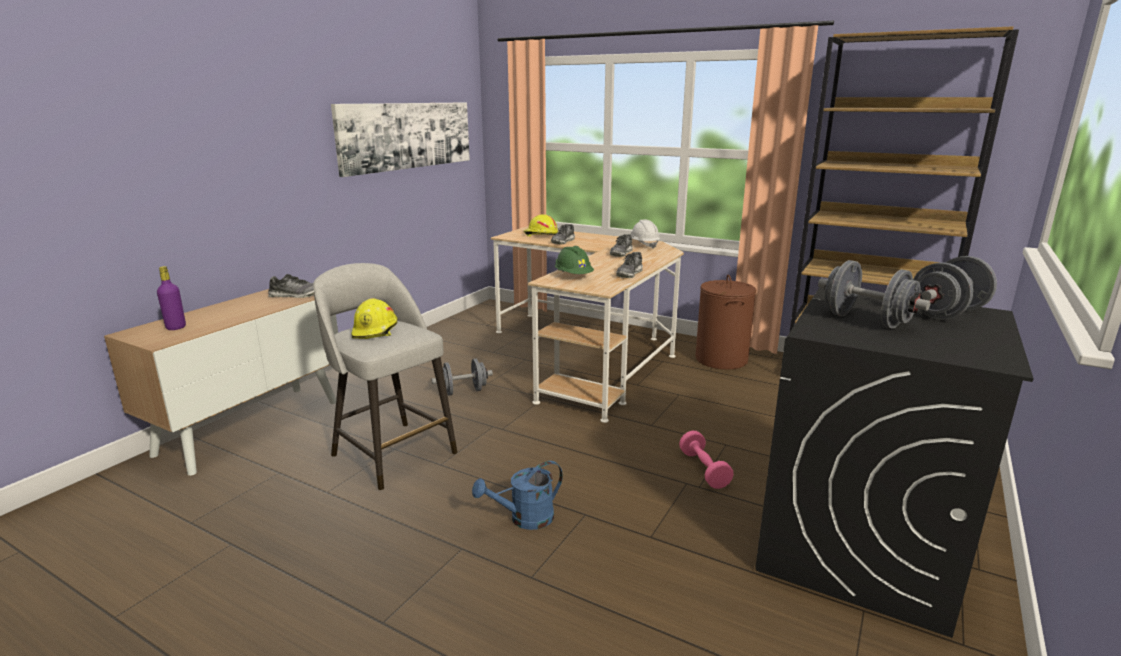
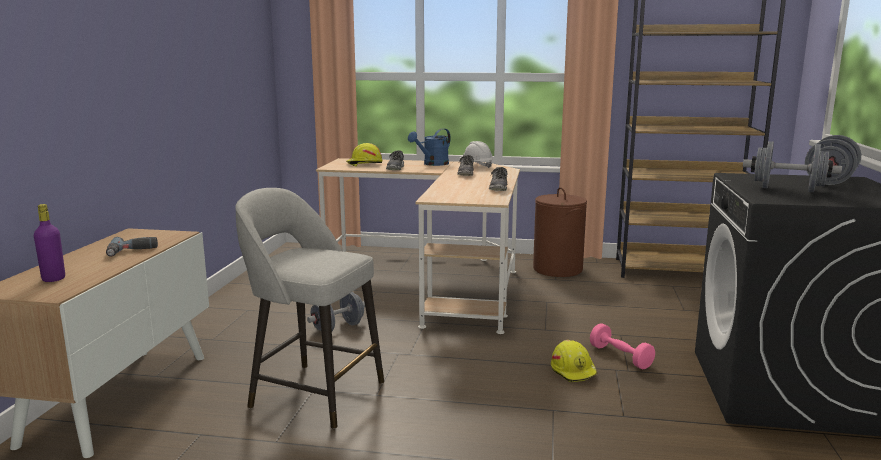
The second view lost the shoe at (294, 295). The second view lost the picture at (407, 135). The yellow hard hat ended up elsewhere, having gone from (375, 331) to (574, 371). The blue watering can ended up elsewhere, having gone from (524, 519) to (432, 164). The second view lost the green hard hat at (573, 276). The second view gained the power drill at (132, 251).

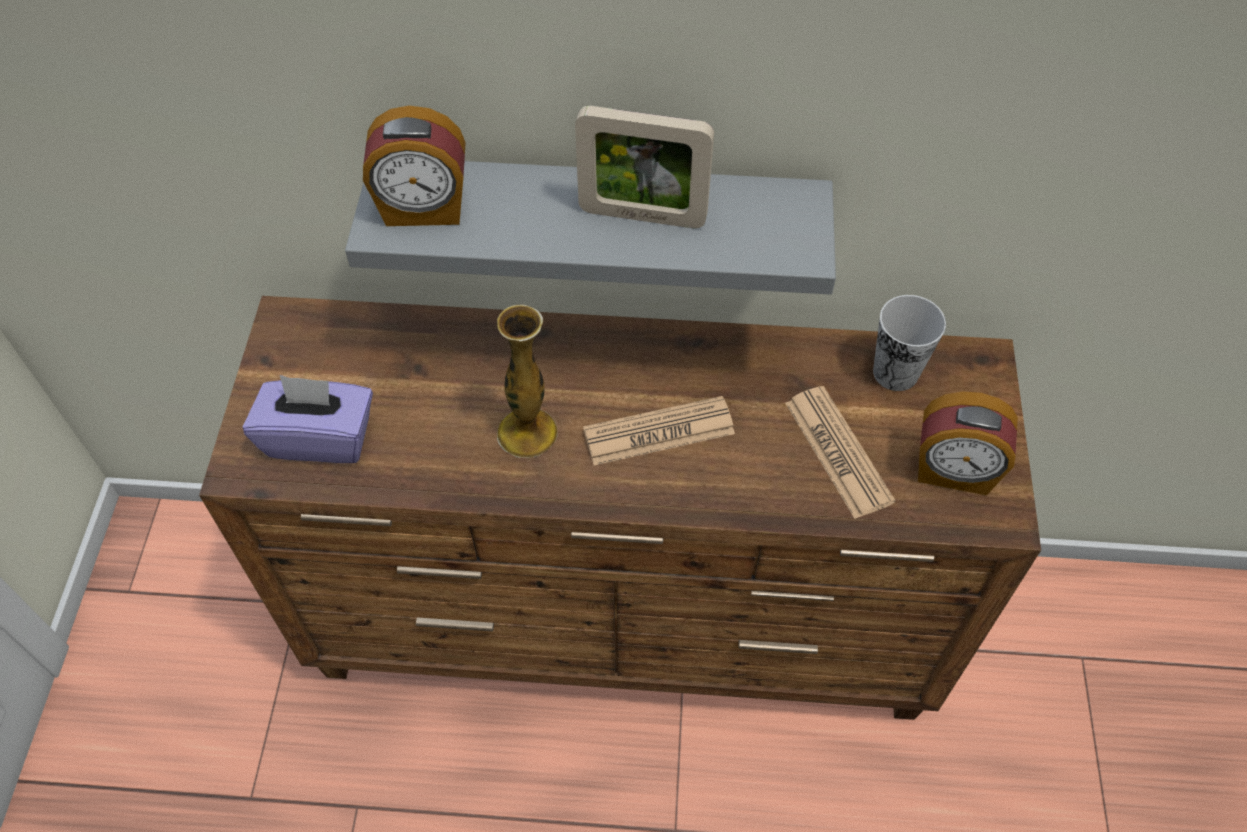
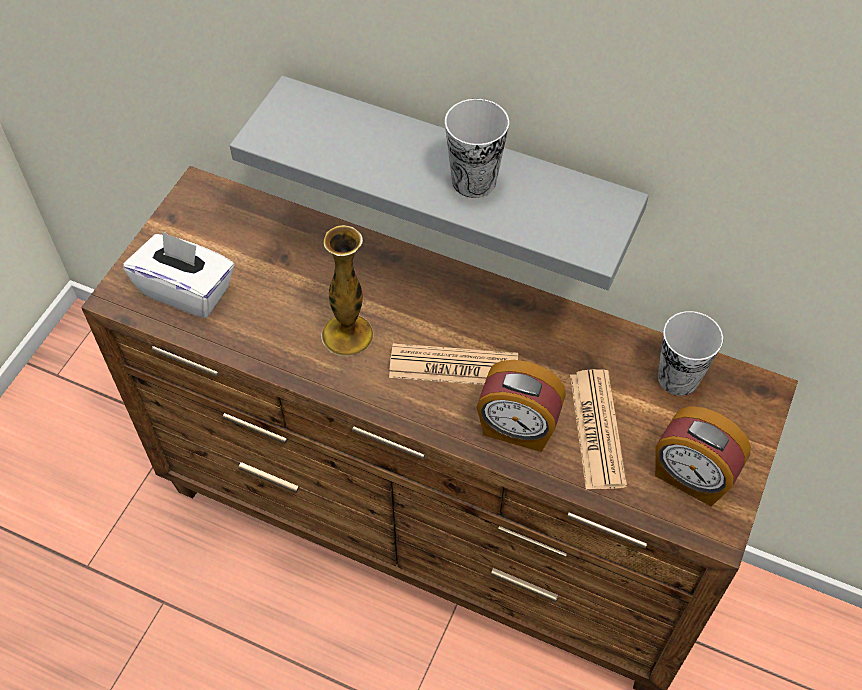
What was the purple tissue box at (320, 437) turned into the white tissue box at (187, 290). The alarm clock ended up elsewhere, having gone from (424, 209) to (517, 428). Where the picture frame stood at (642, 215), the cup came to stand at (474, 181).

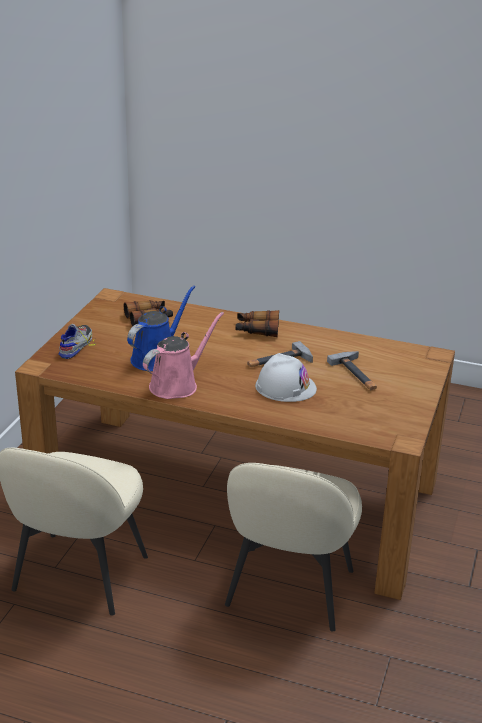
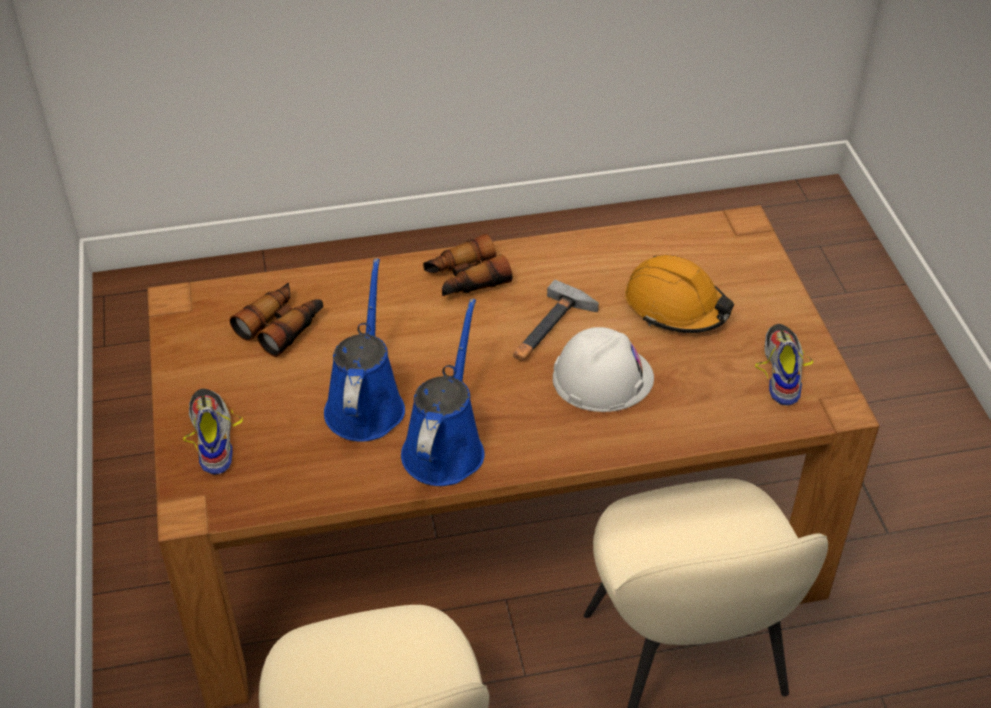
What was the pink watering can at (177, 385) turned into the blue watering can at (445, 446). Where the hammer stood at (357, 374), the orange hard hat came to stand at (676, 307). The second view gained the shoe at (782, 369).

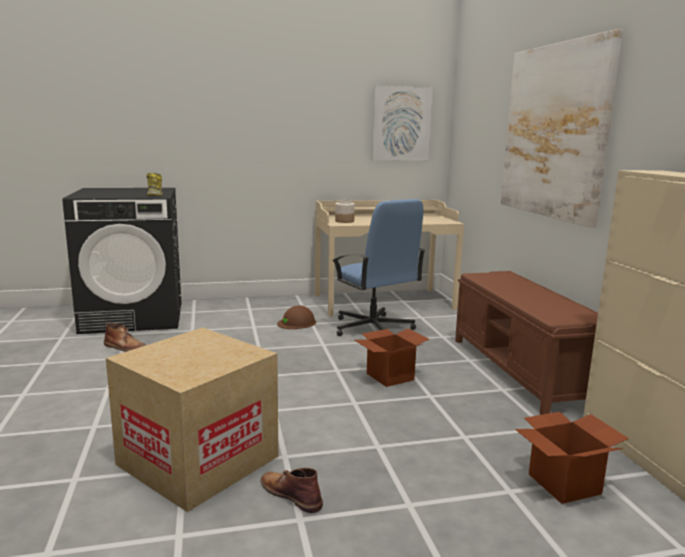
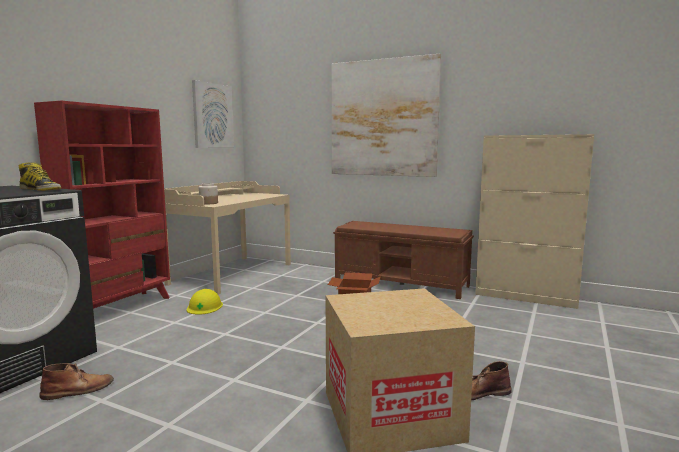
What was the brown hard hat at (297, 323) turned into the yellow hard hat at (204, 307). The second view lost the blue office chair at (373, 329). The second view lost the cardboard box at (564, 484). The second view gained the red bookcase at (120, 308).

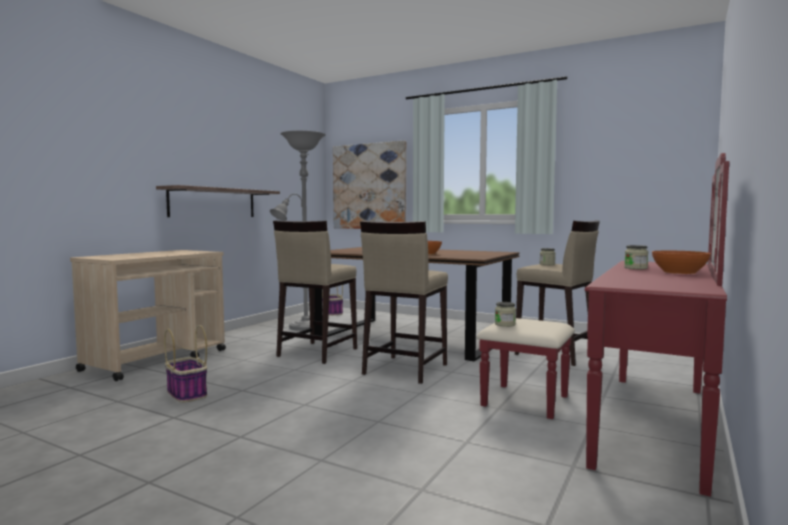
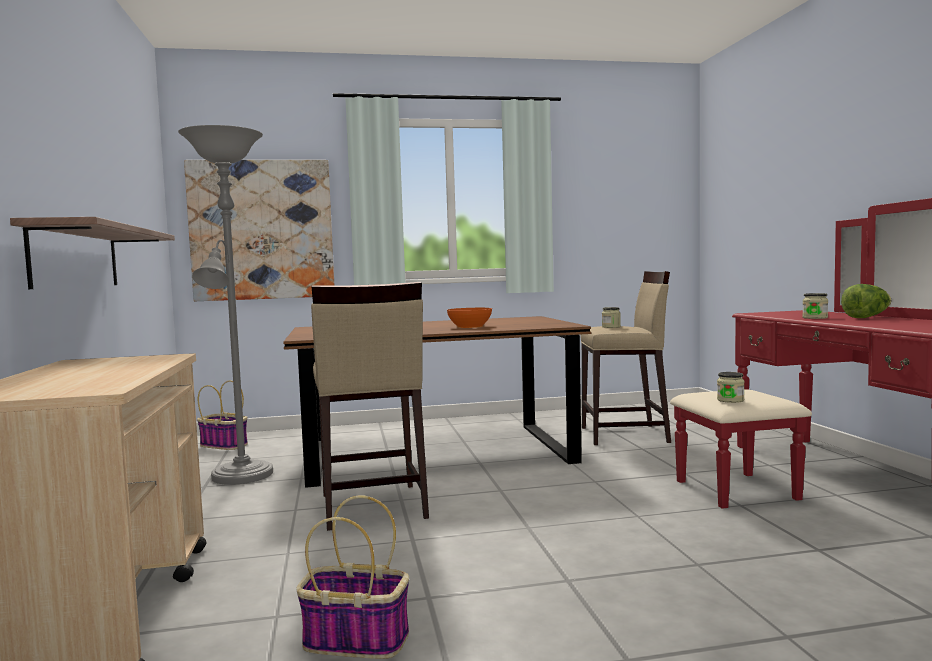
The second view lost the beige stool at (404, 369). Where the orange bowl stood at (678, 272), the lettuce came to stand at (866, 317).

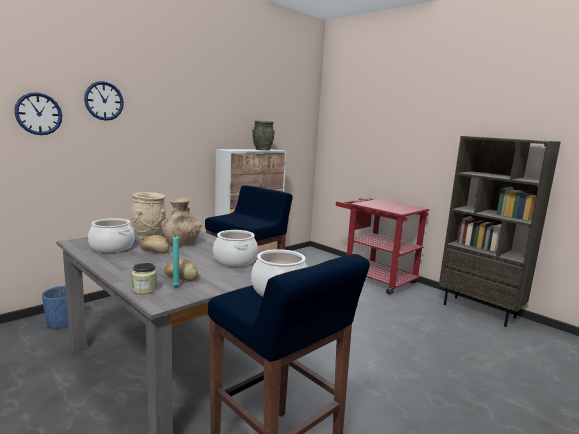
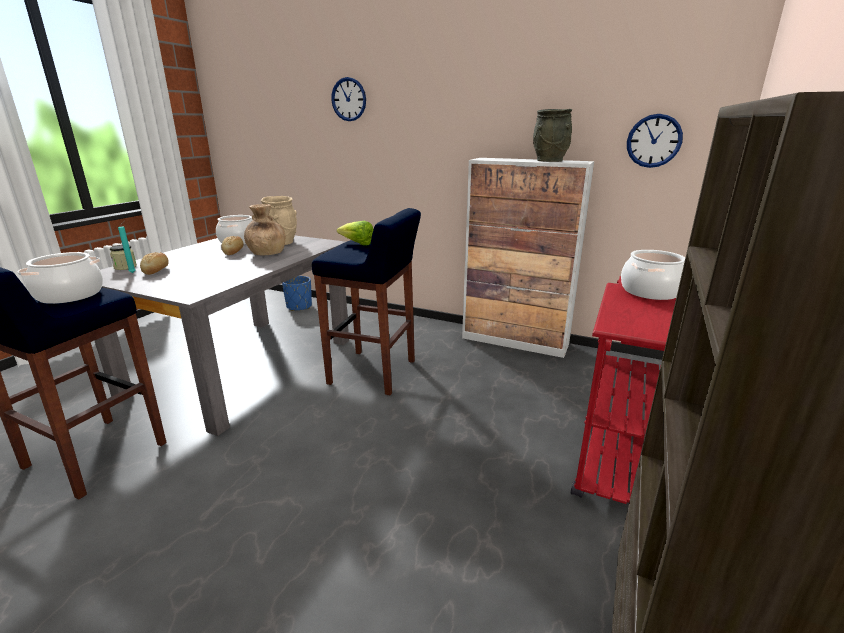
The wall clock ended up elsewhere, having gone from (38, 114) to (654, 141). The cooking pot ended up elsewhere, having gone from (235, 260) to (650, 291). The second view gained the lettuce at (357, 244).

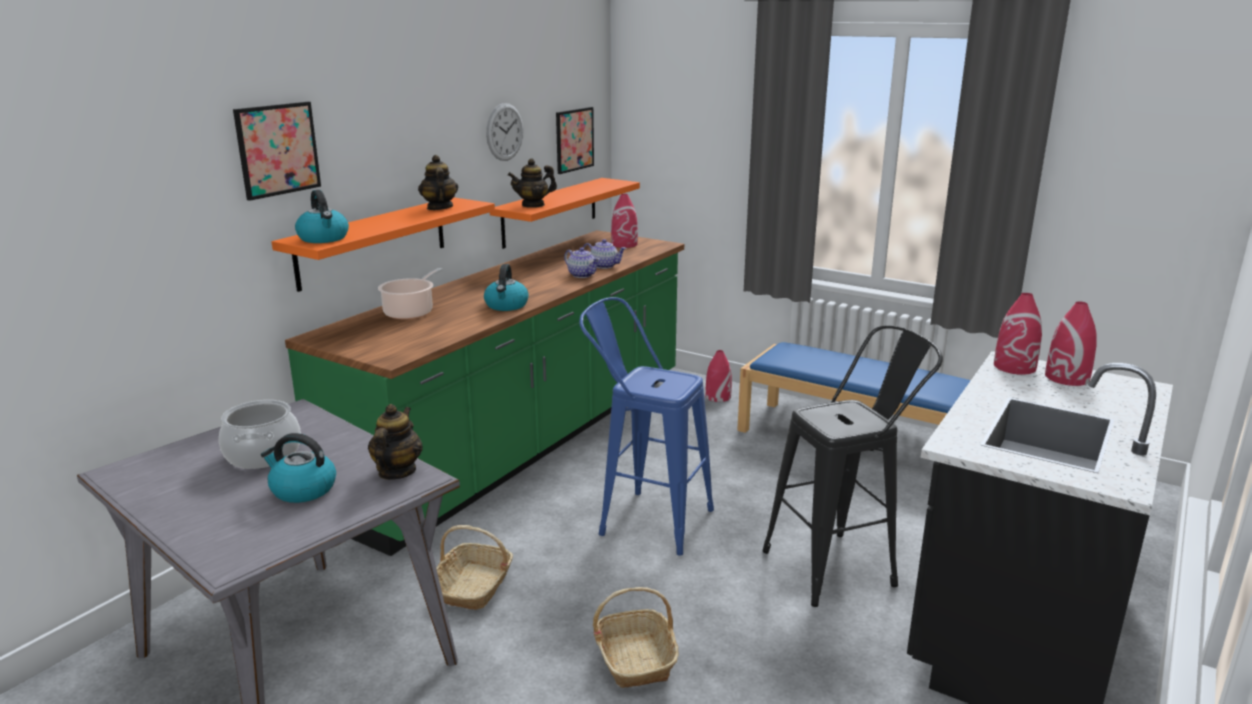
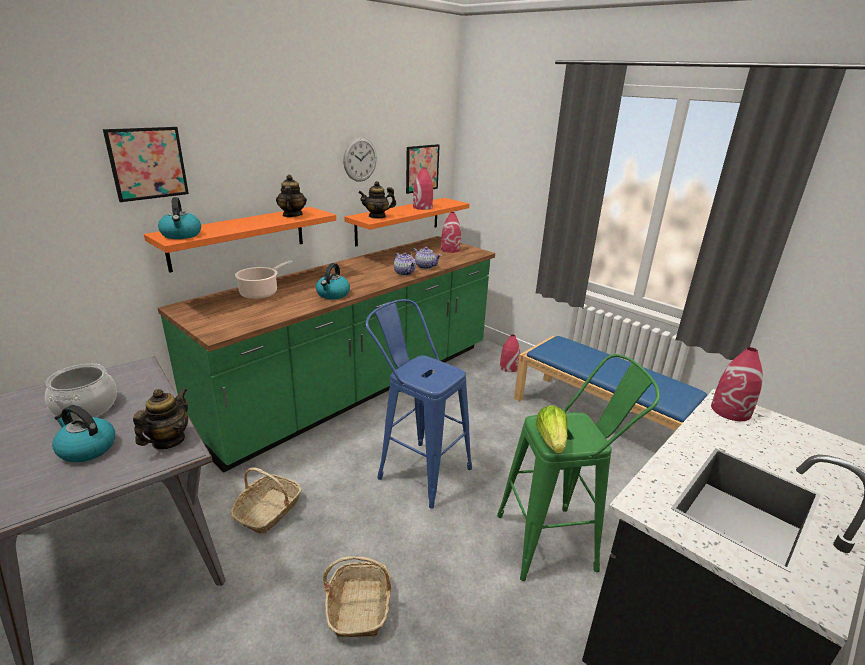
What was the black stool at (841, 566) turned into the green stool at (557, 541). The red vase ended up elsewhere, having gone from (1067, 378) to (422, 207). The second view gained the lettuce at (551, 441).

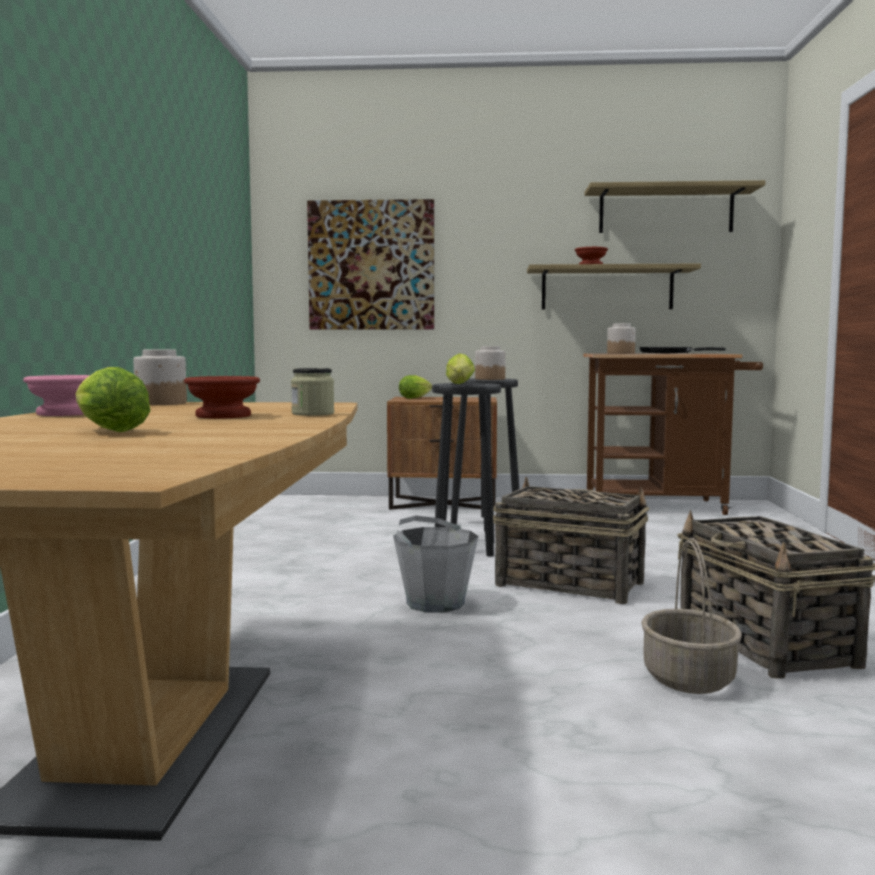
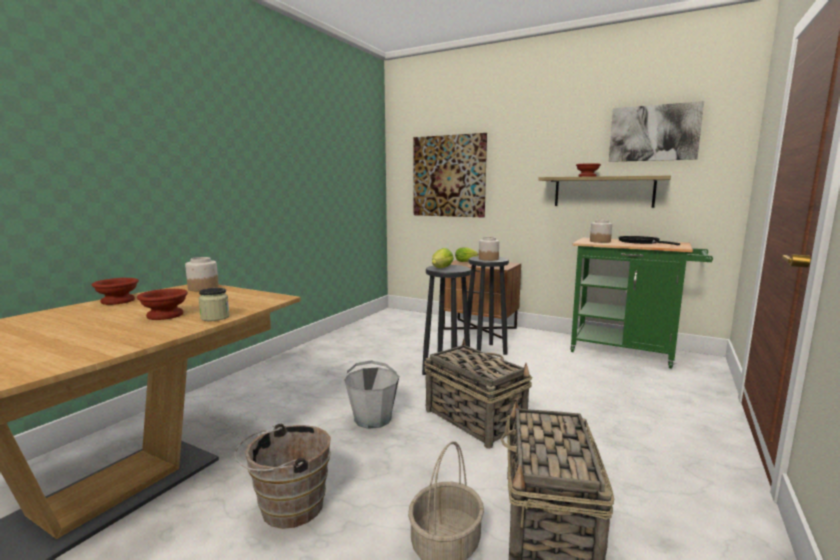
What was the pink bowl at (62, 414) turned into the brown bowl at (116, 301). The second view lost the lettuce at (107, 430). What was the brown cart at (664, 506) turned into the green cart at (629, 352). Where the shelf hung at (666, 211), the picture came to hang at (653, 133). The second view gained the brown bucket at (287, 508).

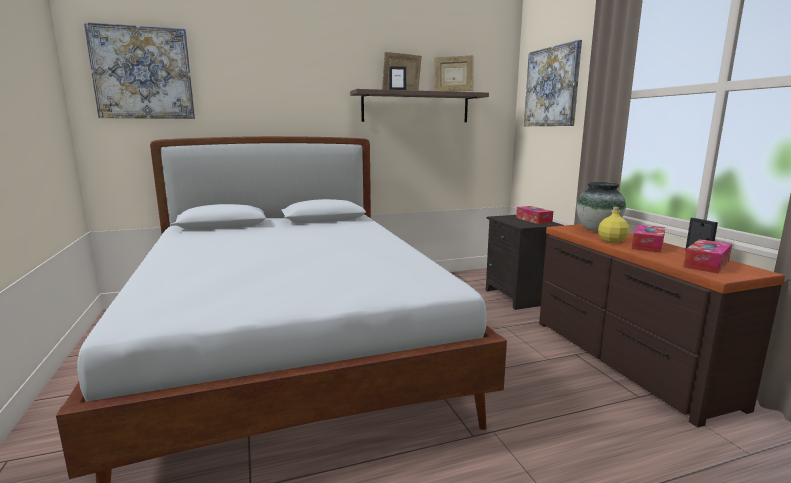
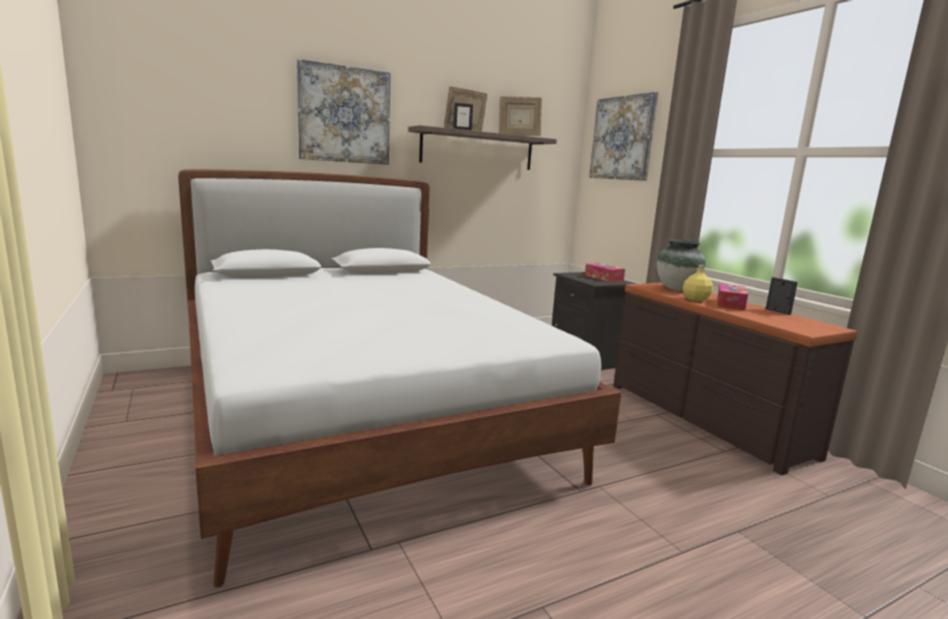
The picture ended up elsewhere, having gone from (143, 73) to (344, 115). The second view lost the tissue box at (706, 264).

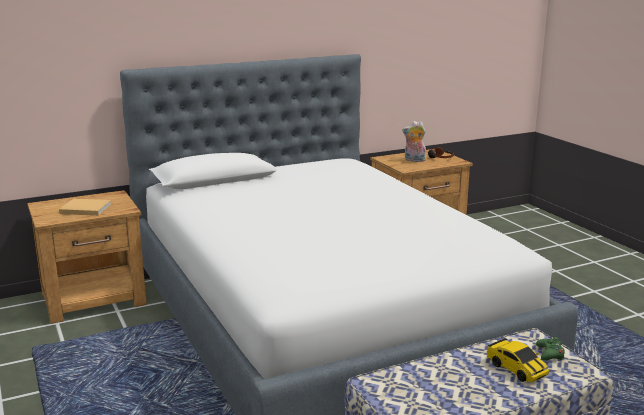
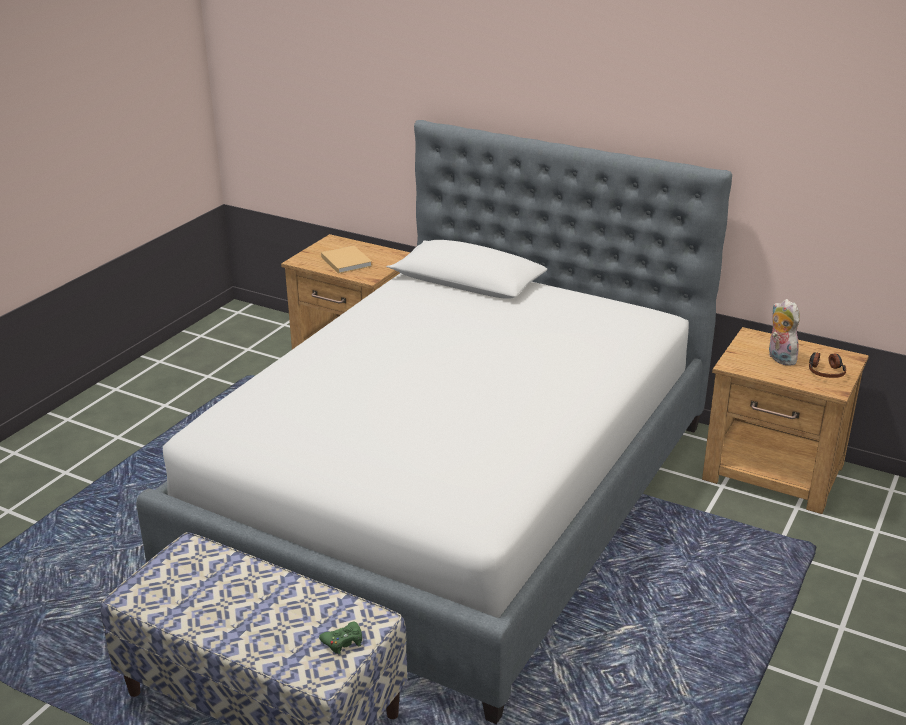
The second view lost the toy car at (516, 369).

